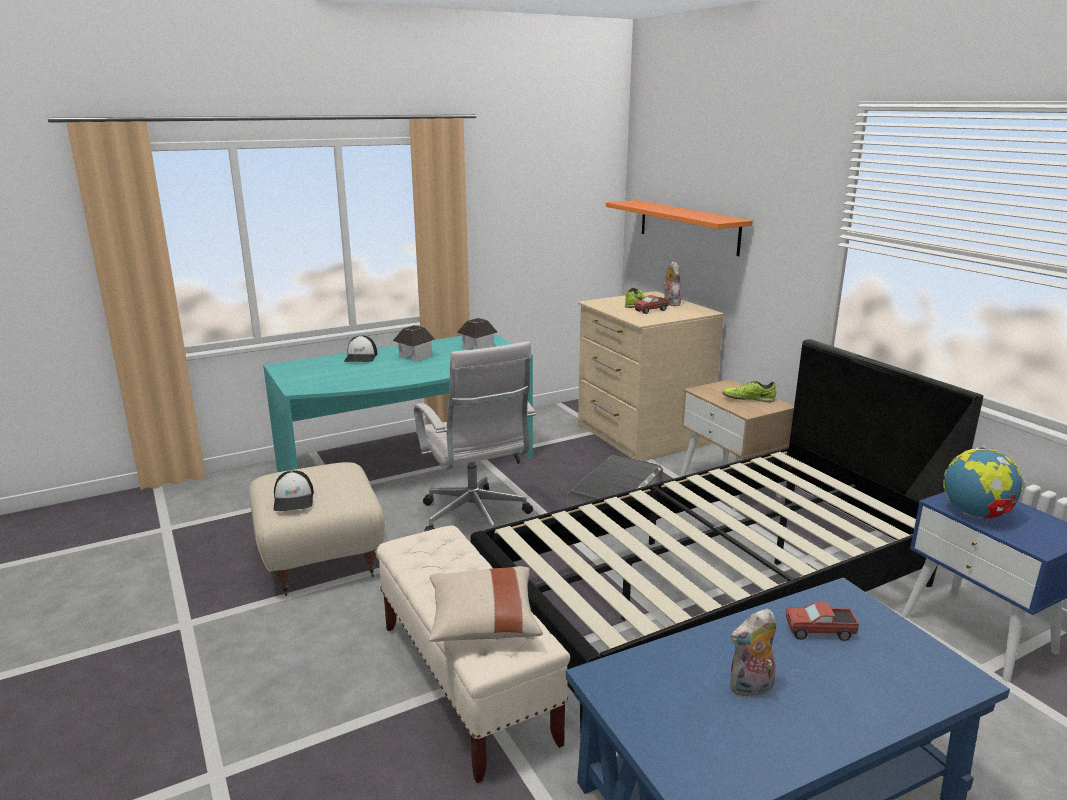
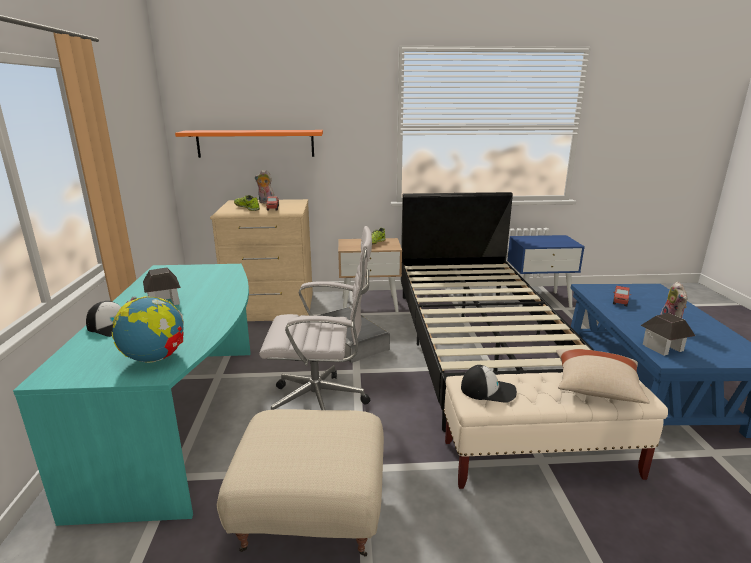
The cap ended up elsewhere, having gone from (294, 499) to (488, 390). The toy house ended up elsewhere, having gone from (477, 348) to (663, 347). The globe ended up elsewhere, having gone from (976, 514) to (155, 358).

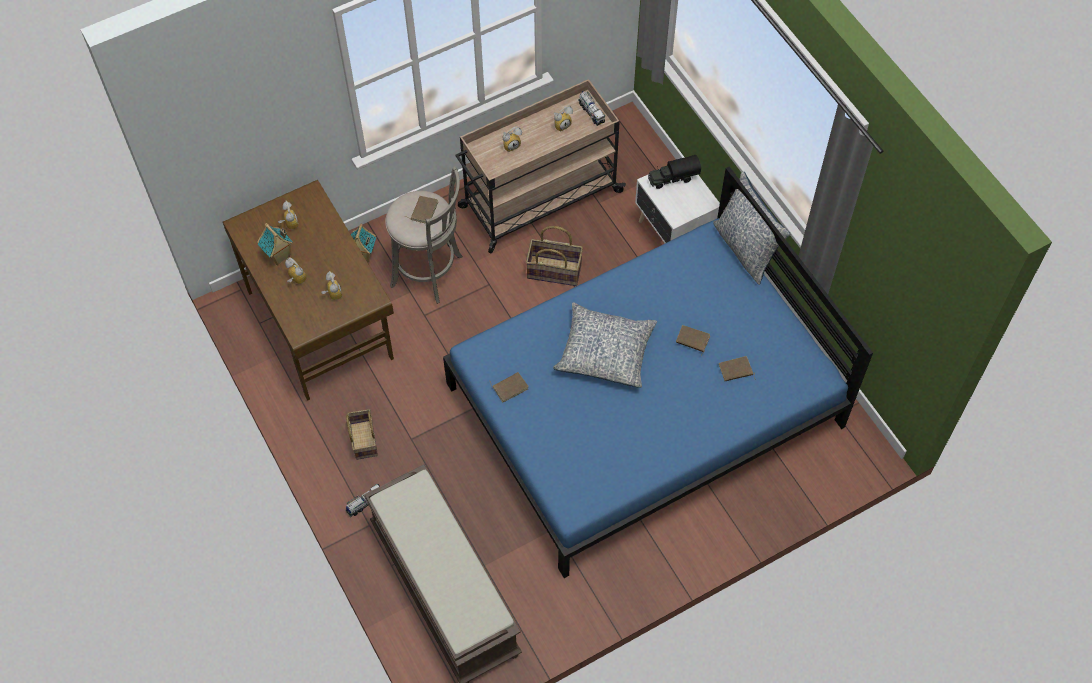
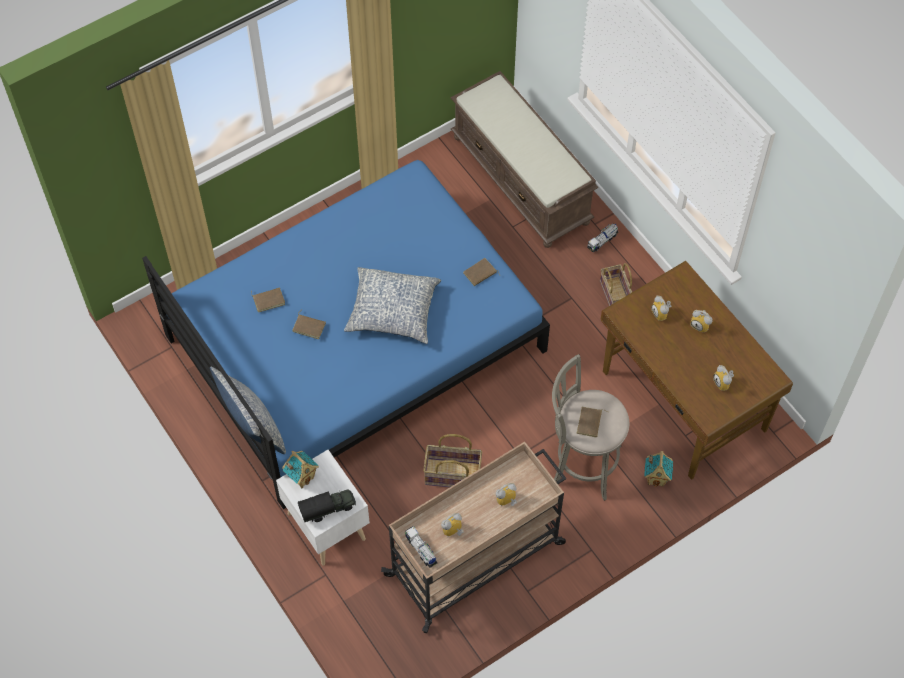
The toy house ended up elsewhere, having gone from (279, 257) to (302, 477).

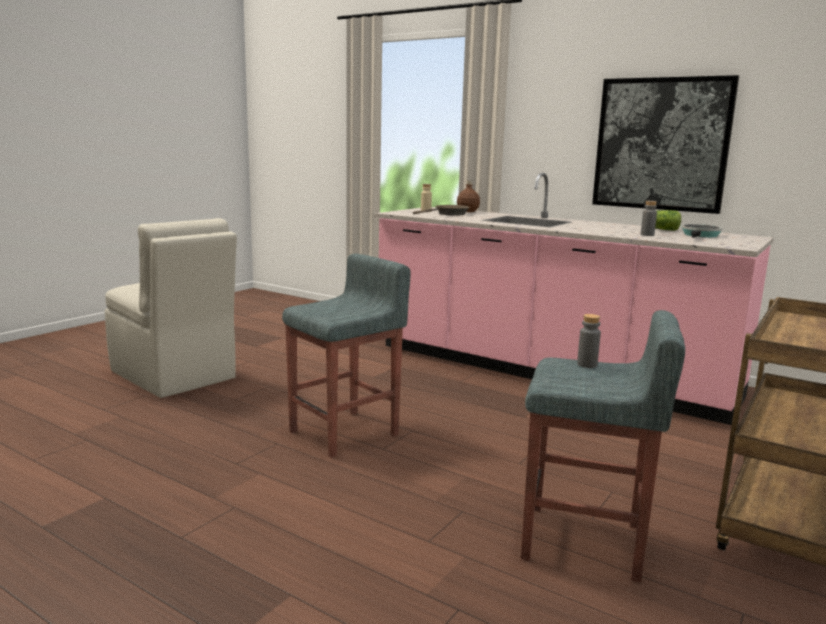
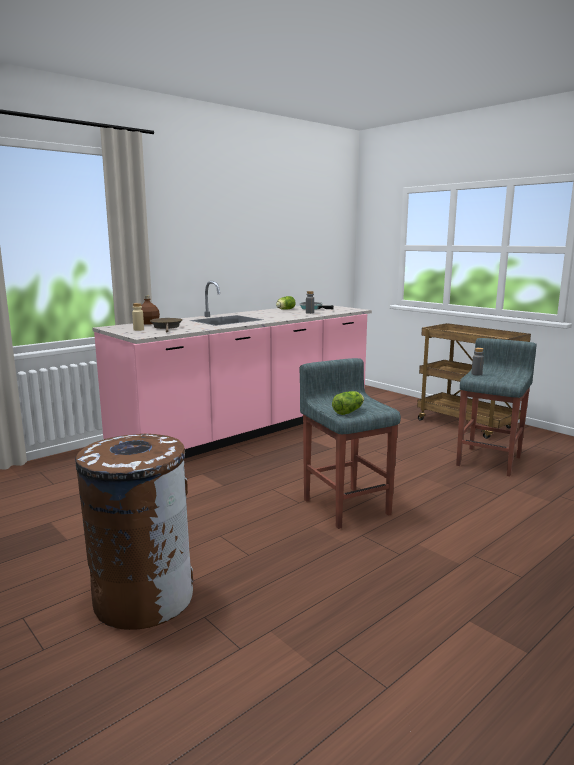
Where the beige chair stood at (174, 376), the brown trash can came to stand at (143, 597). The second view lost the picture at (661, 144). The second view gained the lettuce at (349, 411).

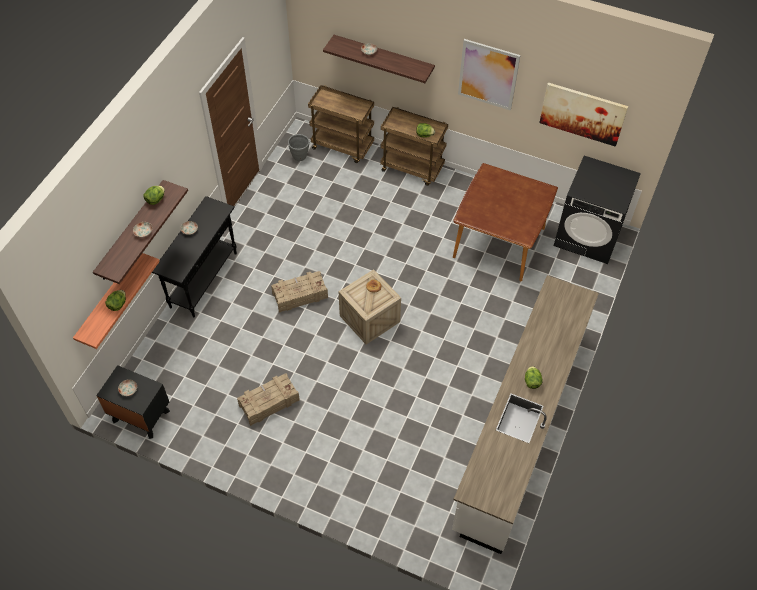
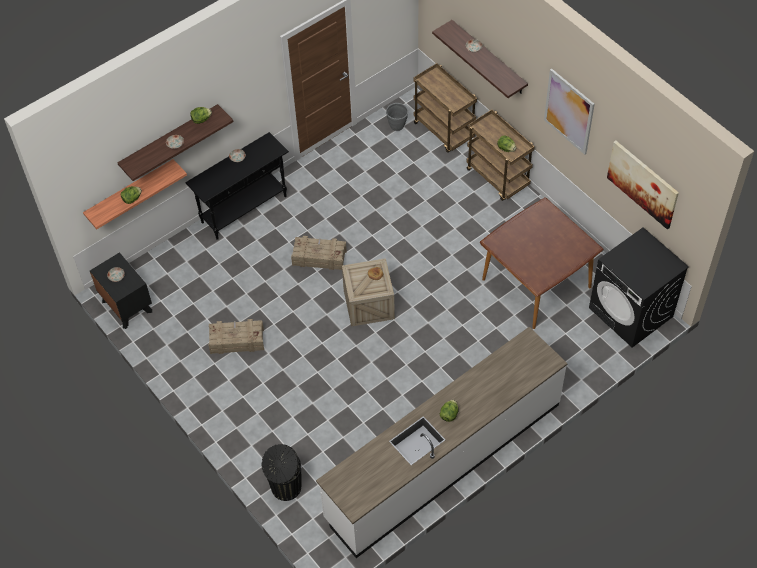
The second view gained the black trash can at (285, 488).

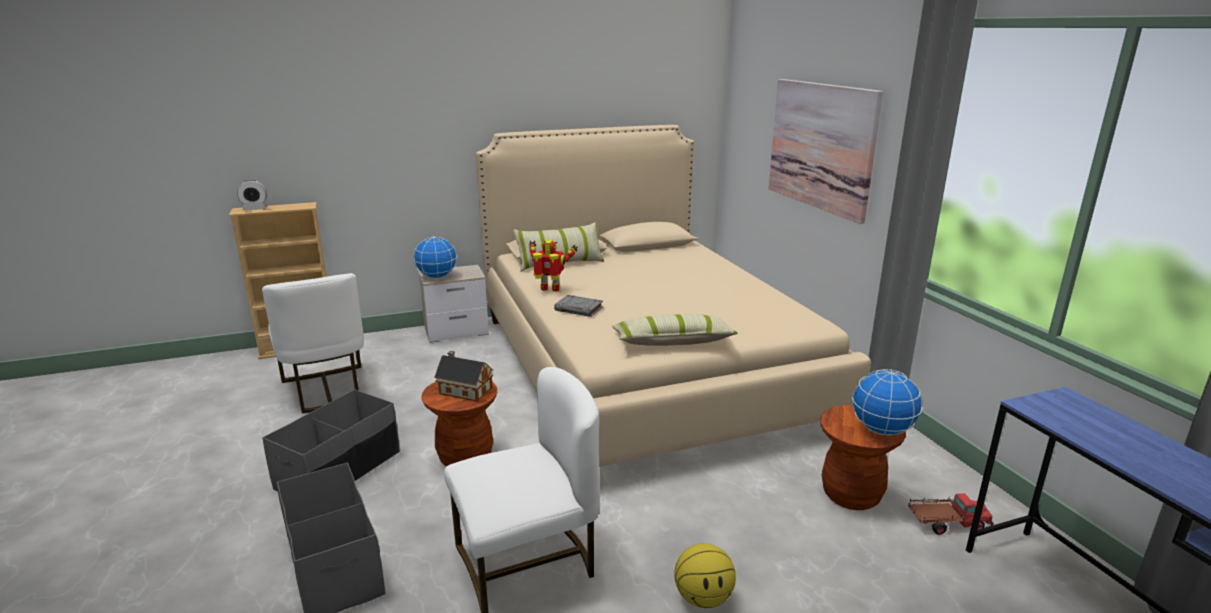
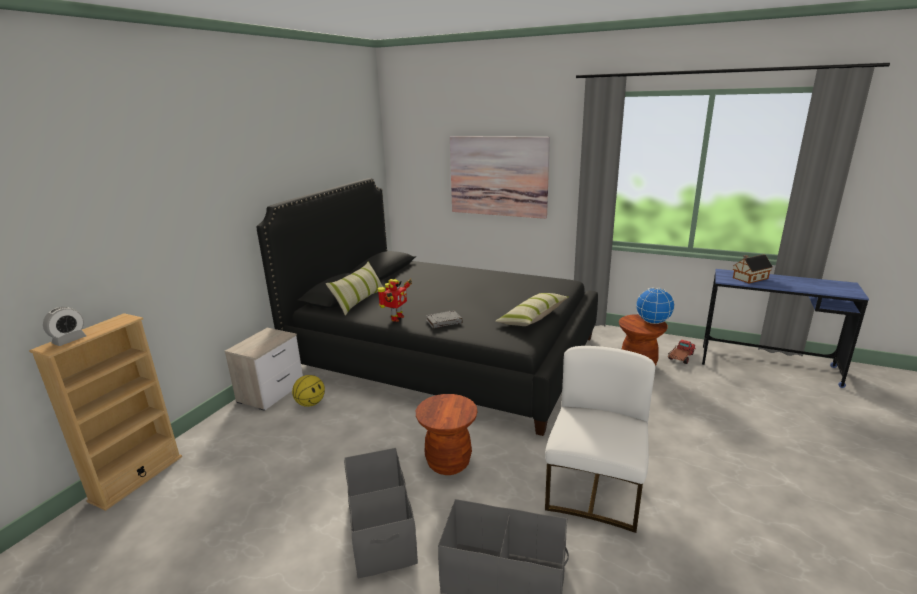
The second view lost the white chair at (326, 390). The second view lost the globe at (436, 277). The toy house ended up elsewhere, having gone from (464, 390) to (749, 278). What was the beige bed at (643, 367) turned into the black bed at (444, 355). The toy robot at (550, 290) ended up facing another way, 150 degrees clockwise from before. The basketball ended up elsewhere, having gone from (703, 598) to (311, 403).

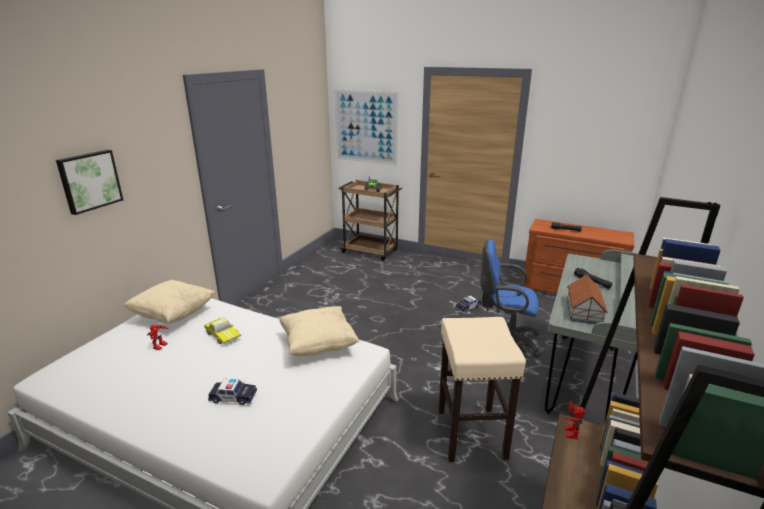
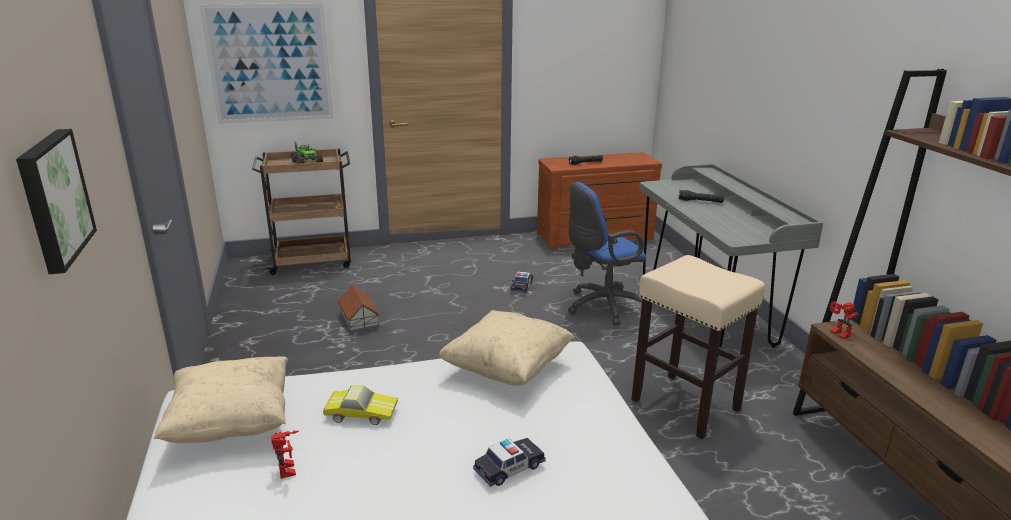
The toy house ended up elsewhere, having gone from (584, 311) to (359, 320).

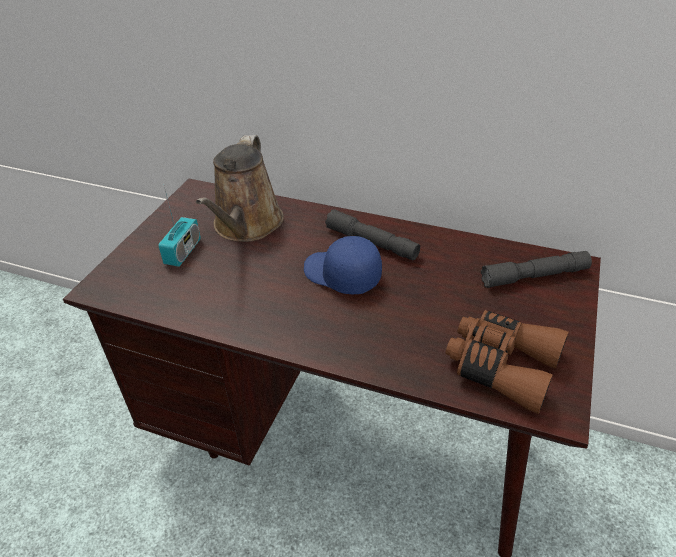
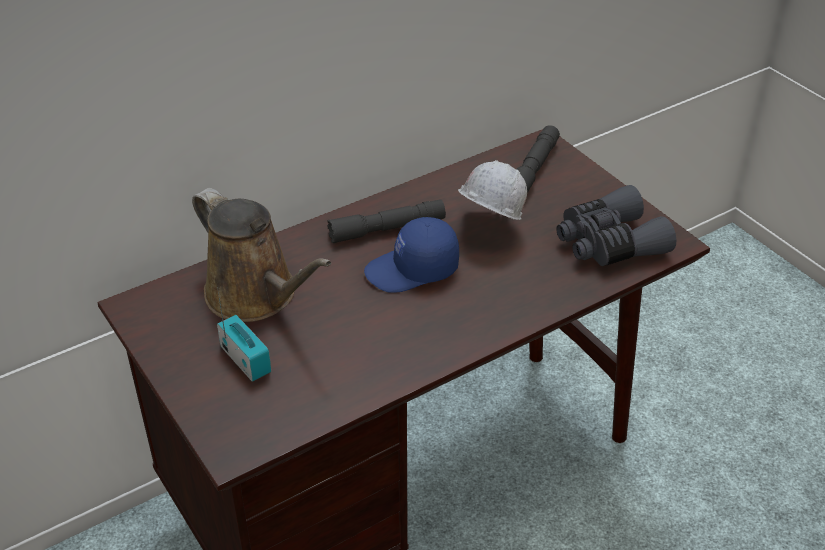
What was the brown binoculars at (501, 366) turned into the grey binoculars at (608, 243). The second view gained the white hard hat at (487, 229).

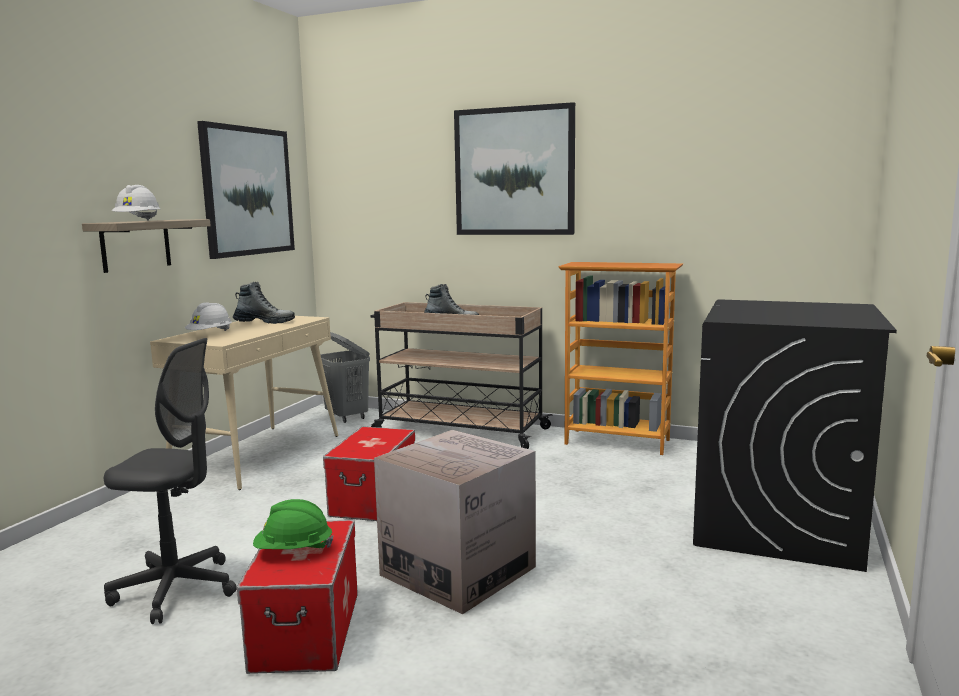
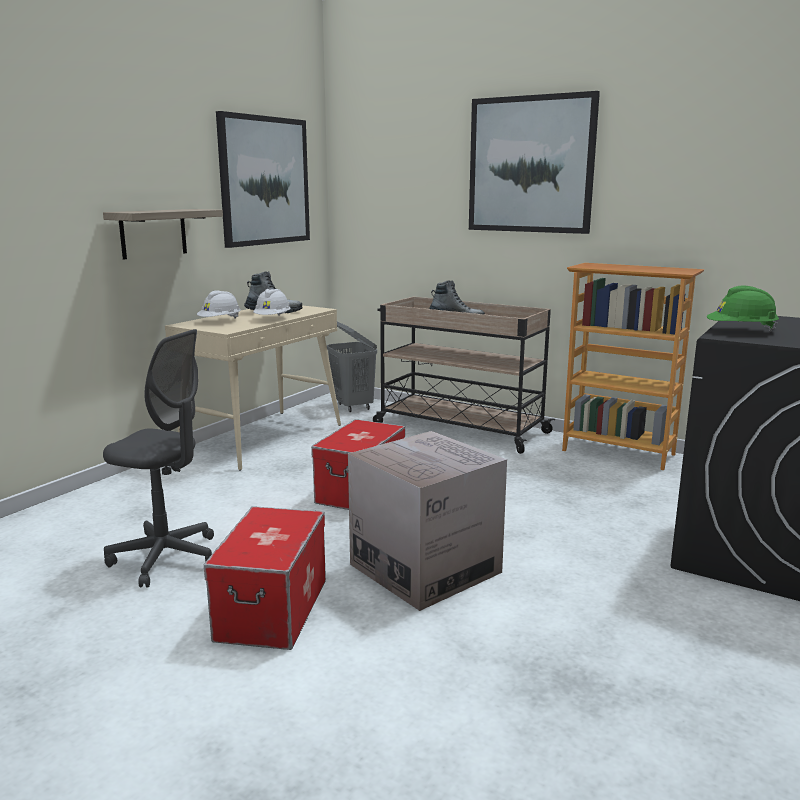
The white hard hat ended up elsewhere, having gone from (138, 221) to (272, 319). The green hard hat ended up elsewhere, having gone from (293, 551) to (740, 331).

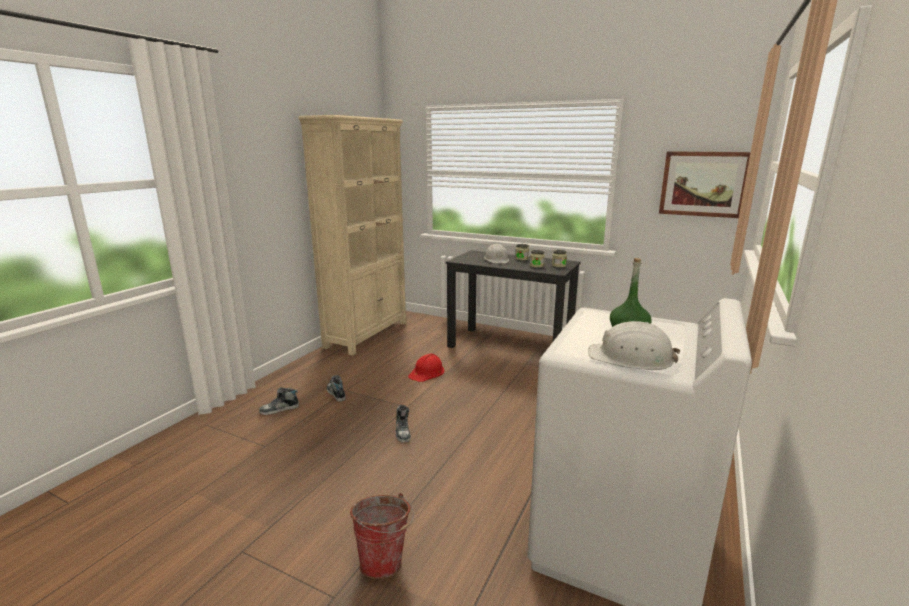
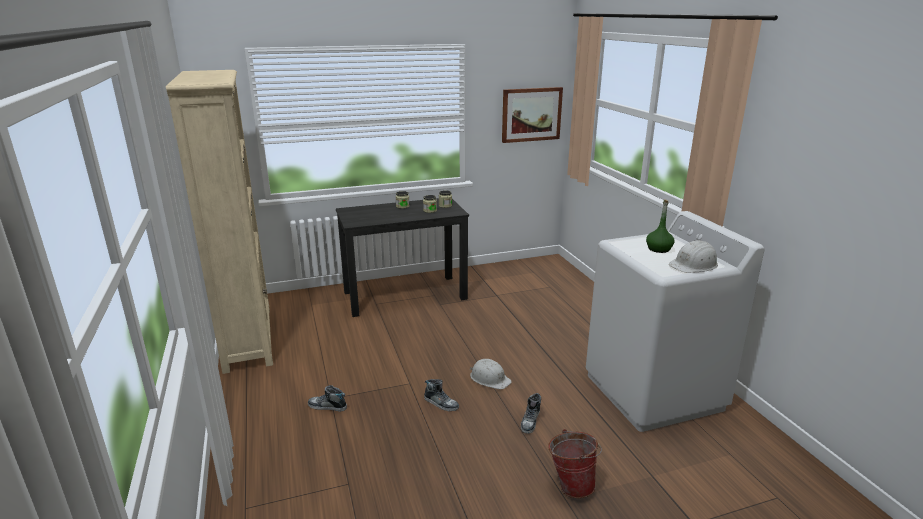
The shoe ended up elsewhere, having gone from (279, 409) to (530, 421). The second view lost the red hard hat at (427, 372). The white hard hat ended up elsewhere, having gone from (497, 260) to (489, 378).

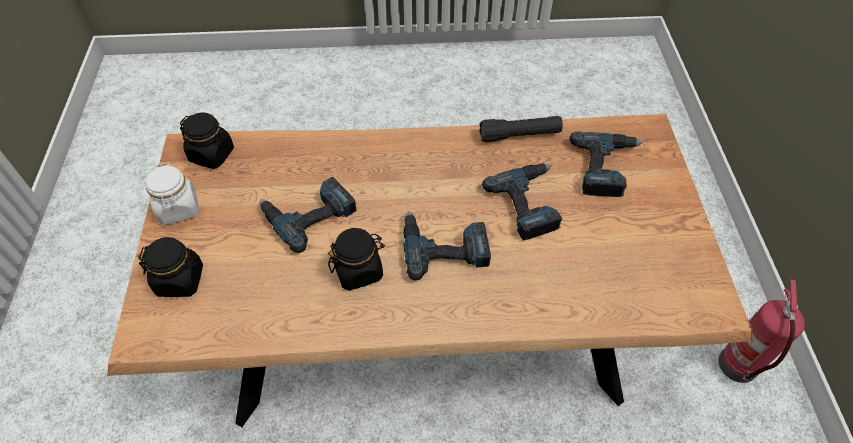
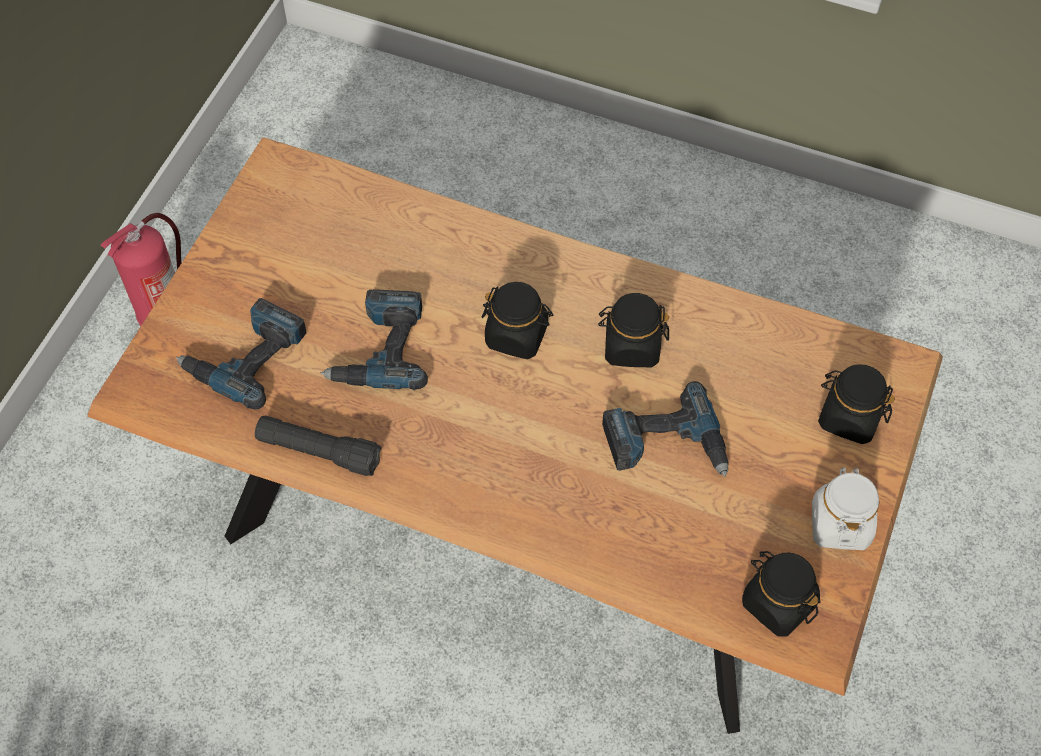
Where the power drill stood at (444, 247), the black jar came to stand at (517, 335).

